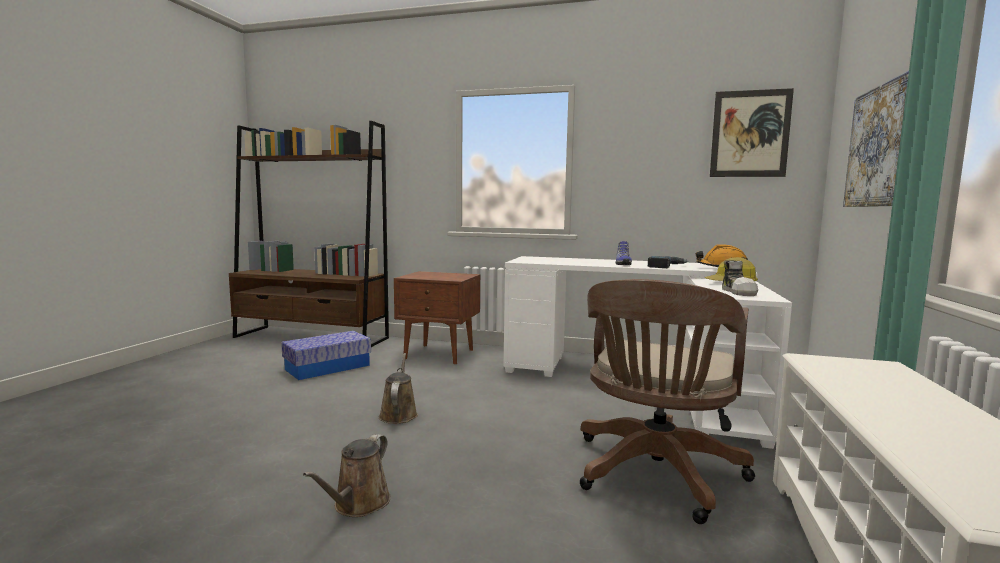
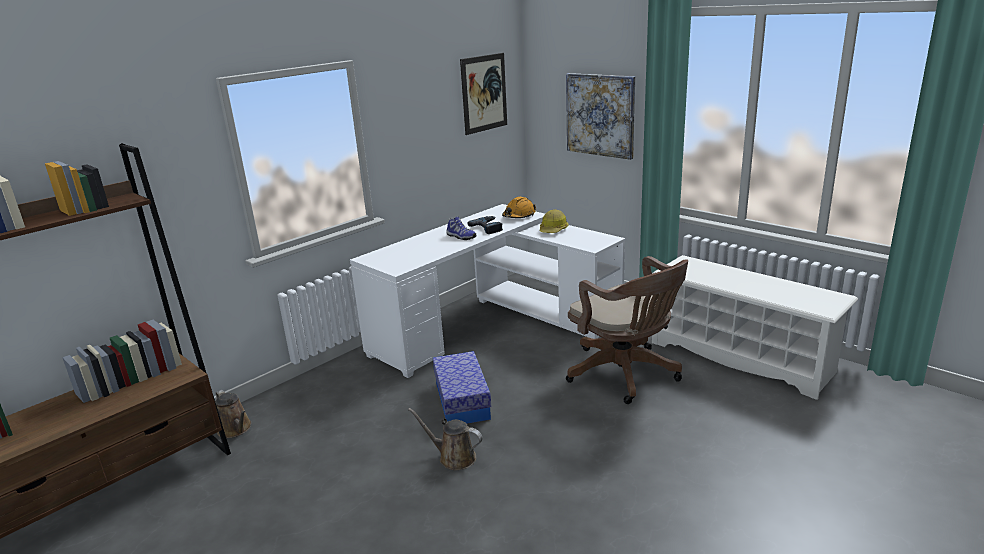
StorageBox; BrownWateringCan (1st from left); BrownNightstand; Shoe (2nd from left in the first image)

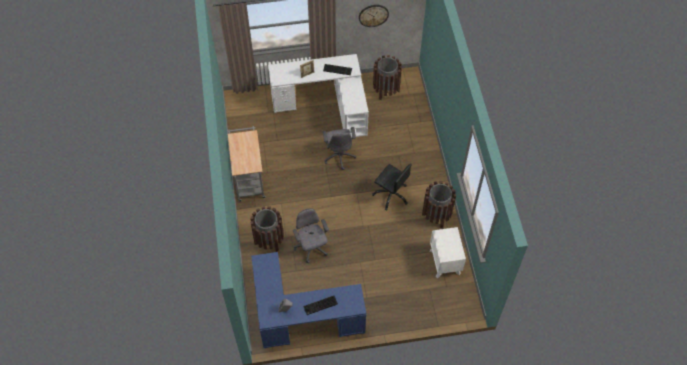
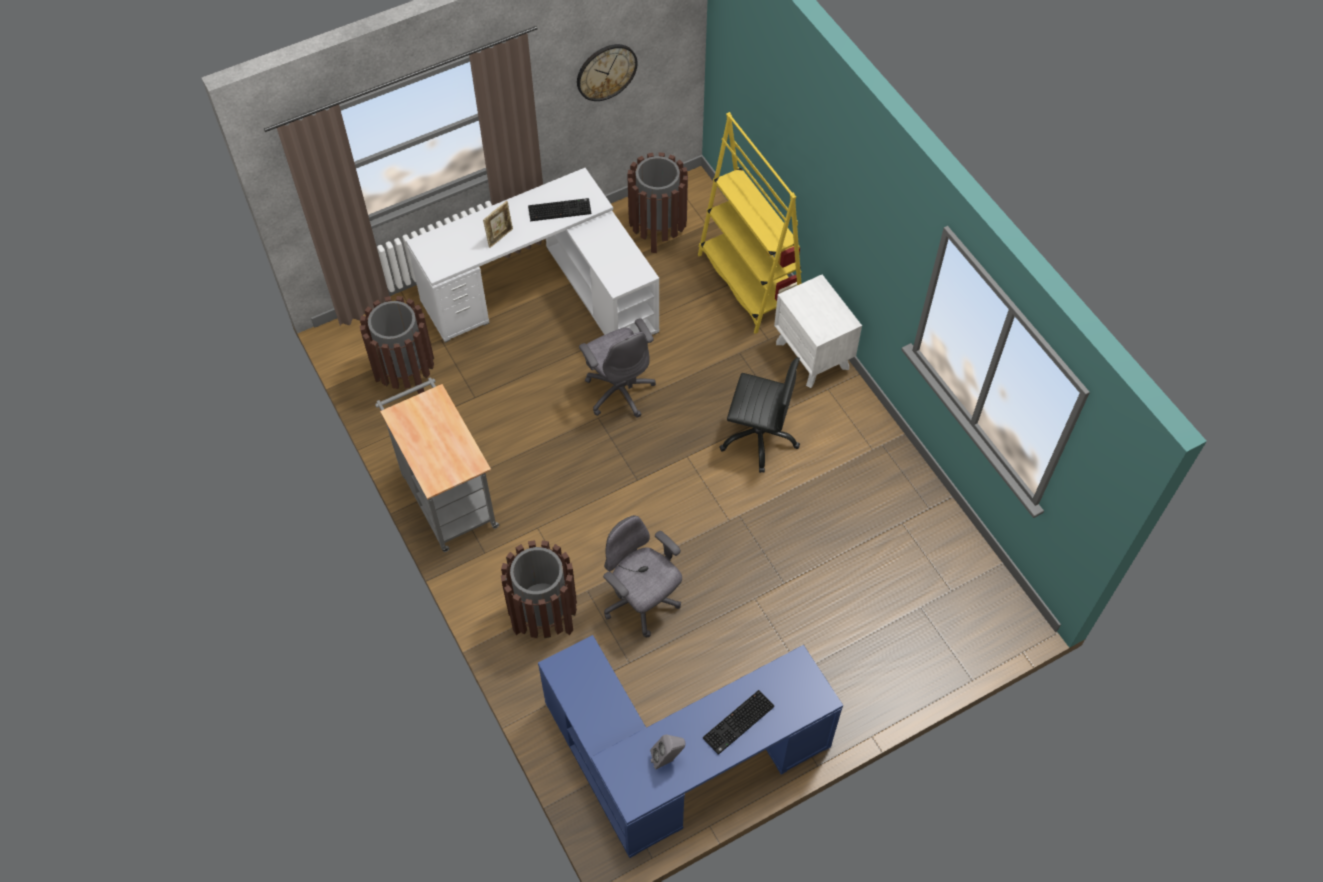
BrownTrashCan (1st from left); WhiteNightstand; YellowBookcase

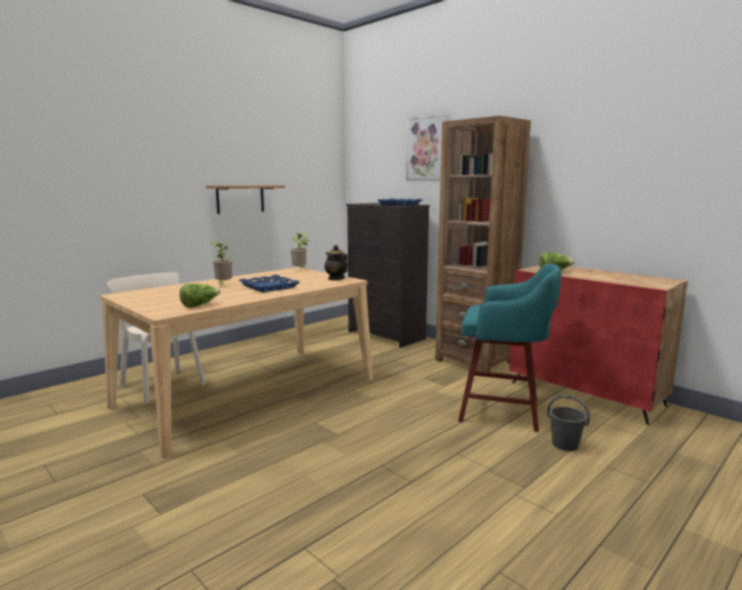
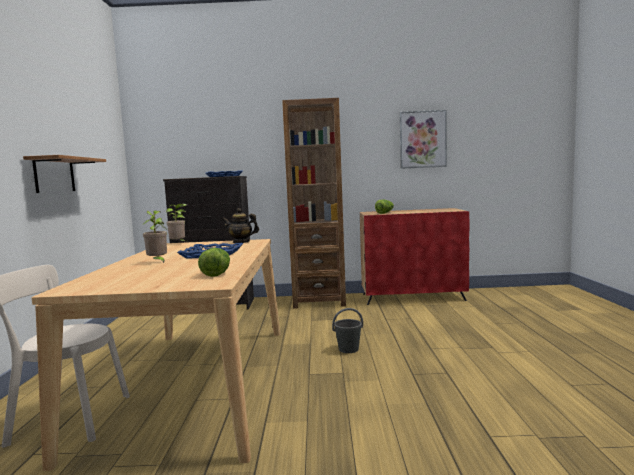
Picture; TurquoiseStool; GreyBucket

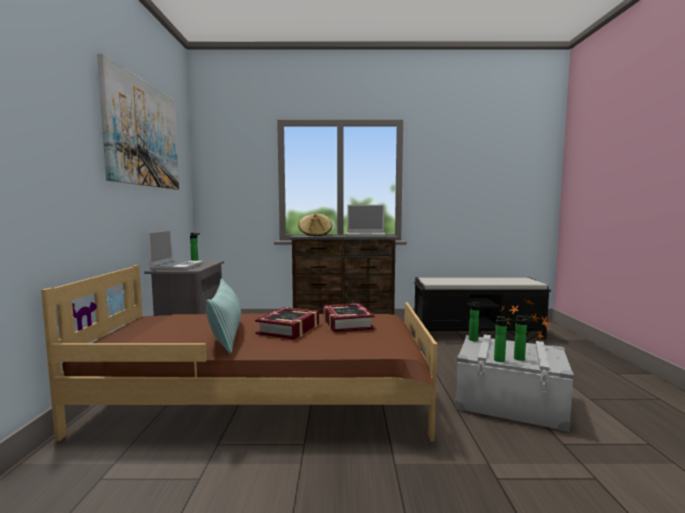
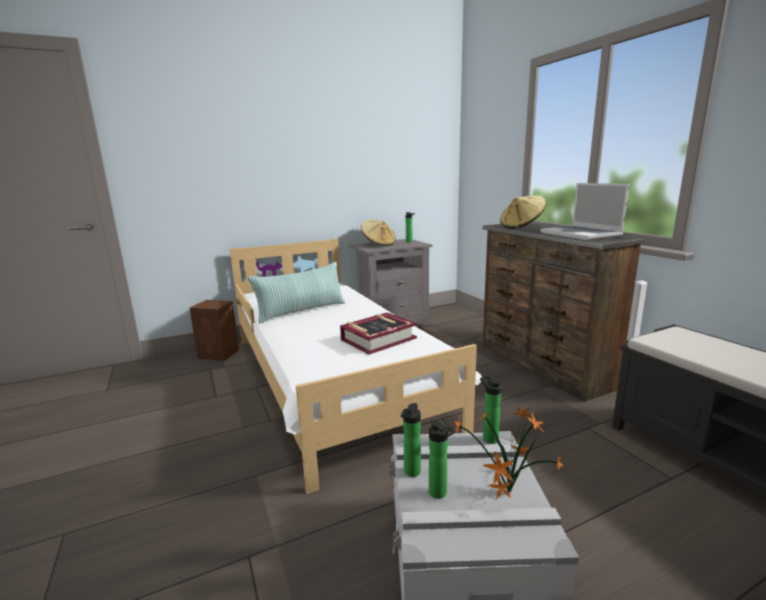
WhiteBed; Picture; BeigeHat (1st from left); Book (1st from left in the first image); BrownSpeaker

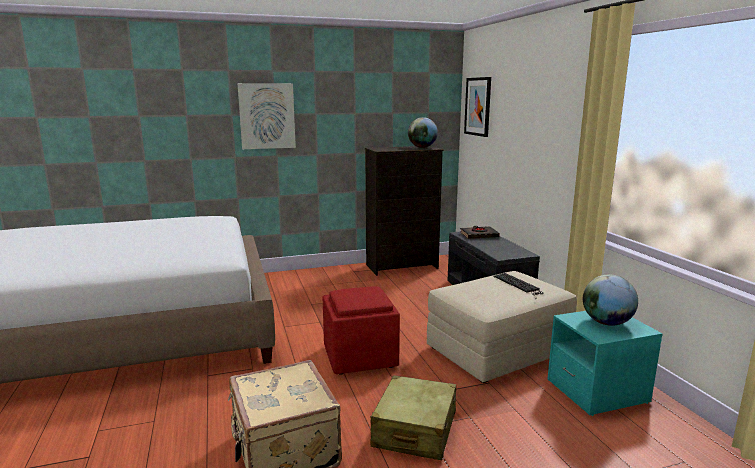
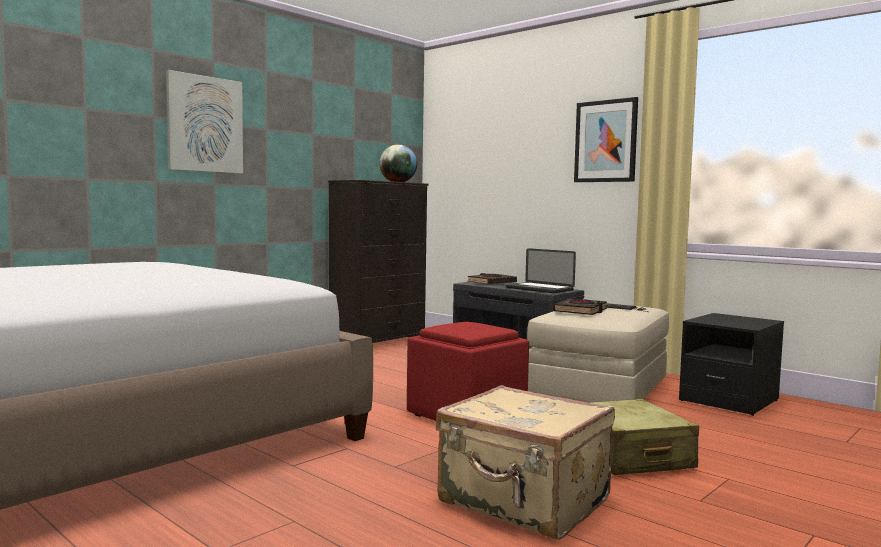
Picture (2nd from left); BlackNightstand; Globe (2nd from left in the first image); Laptop; BlackBook (2nd from left)

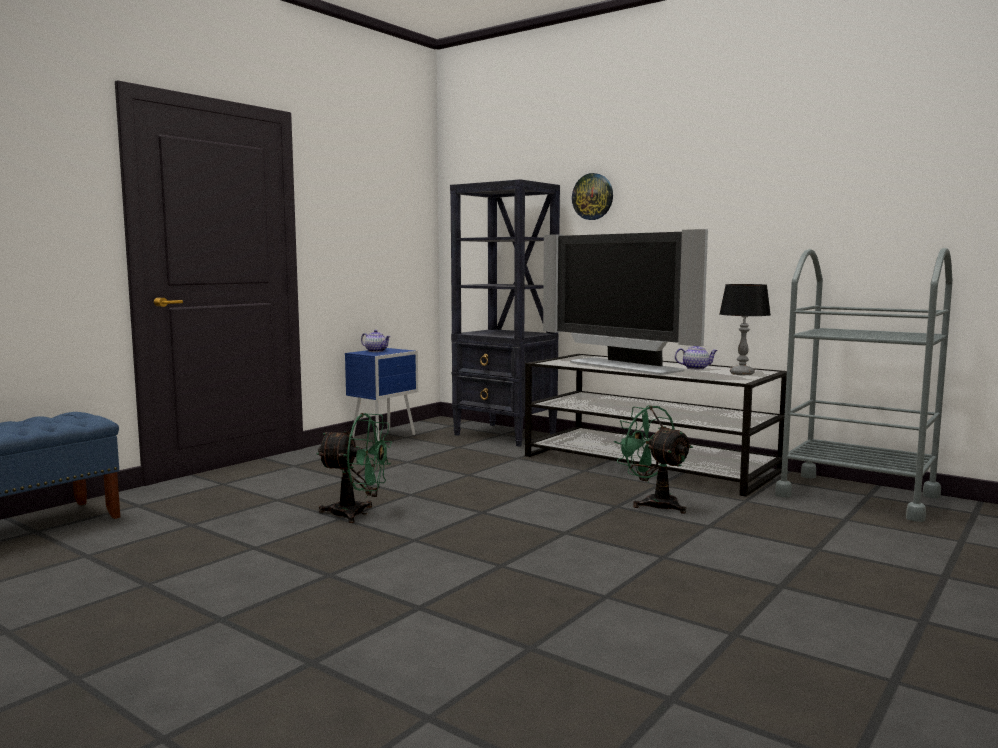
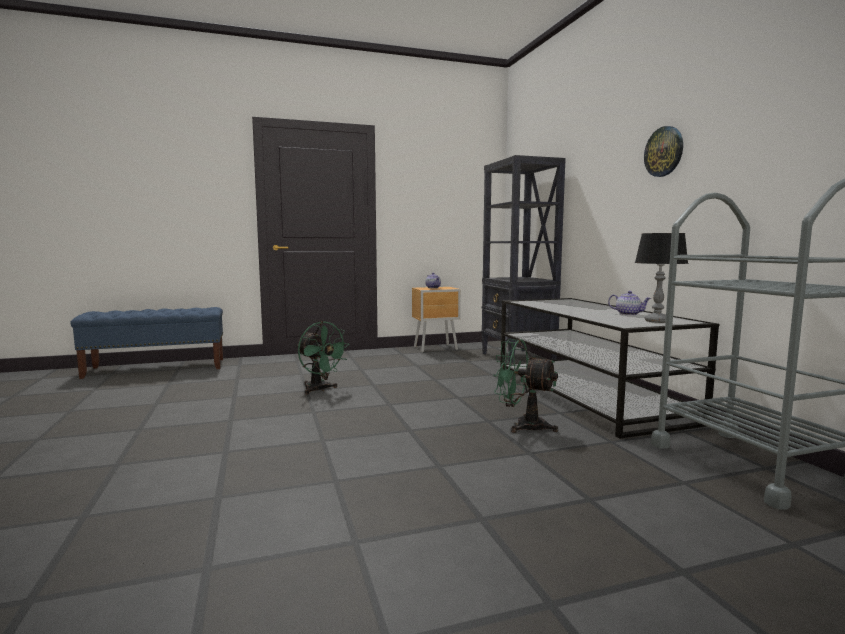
BrownNightstand; Television; WallClock; GreenFan (2nd from left)

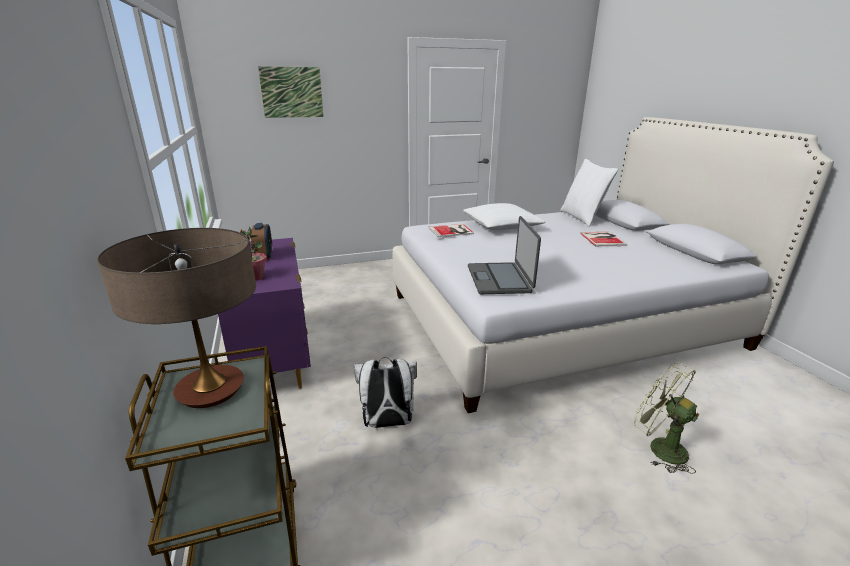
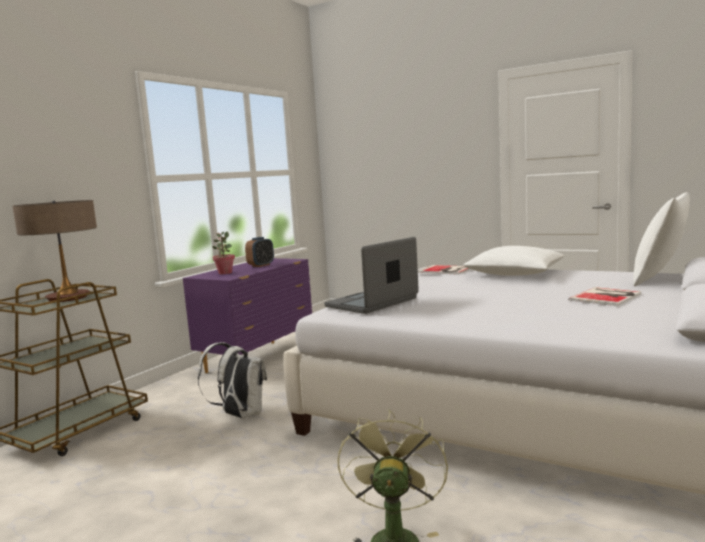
Picture

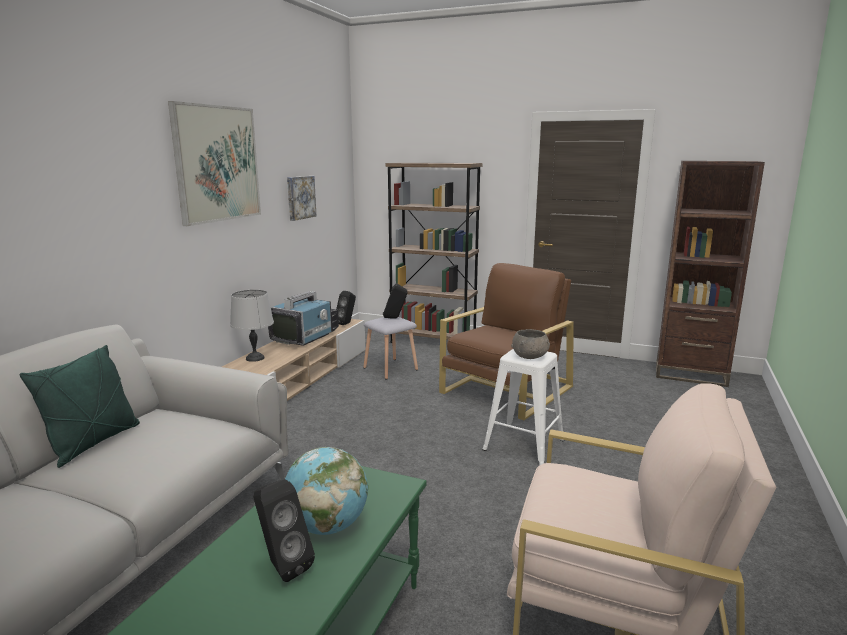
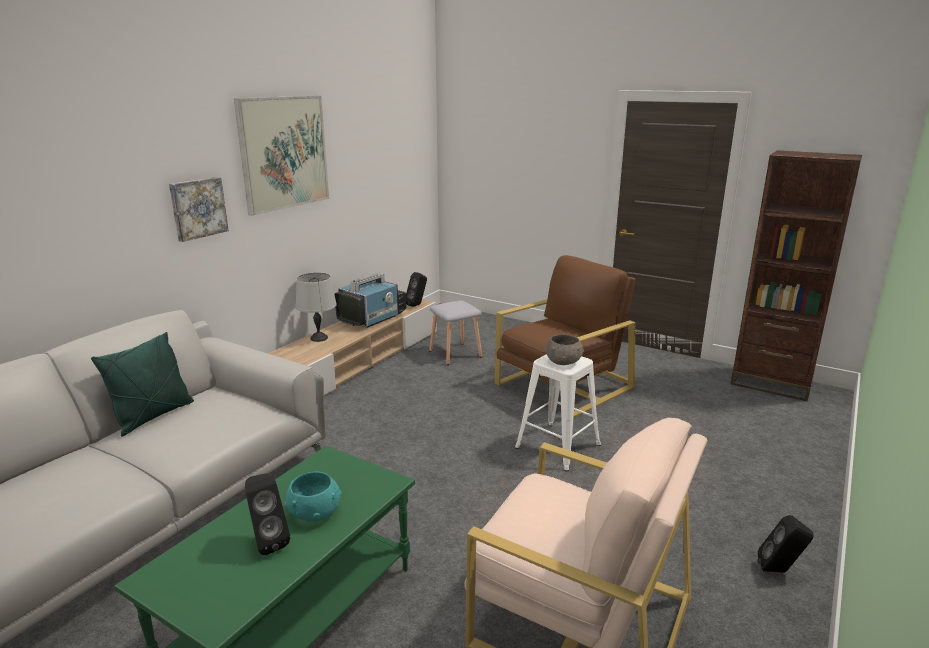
TurquoiseBowl; Picture (1st from left); BlackSpeaker (3rd from left); BrownBookcase (1st from left in the first image)

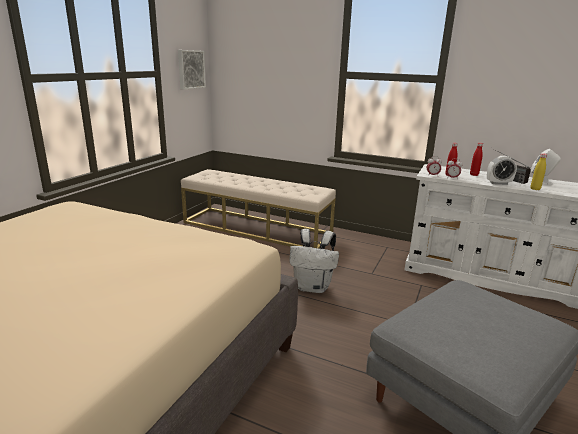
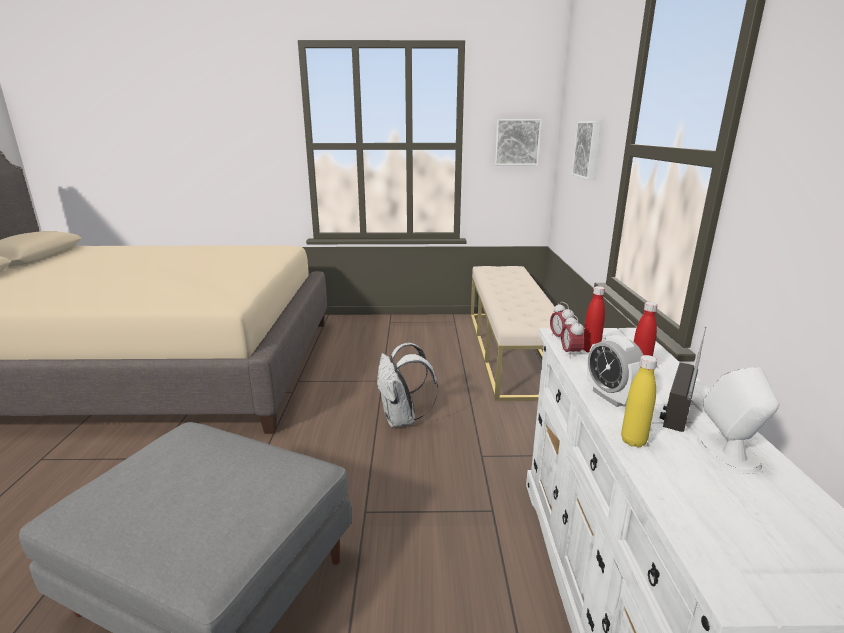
Picture (2nd from left)

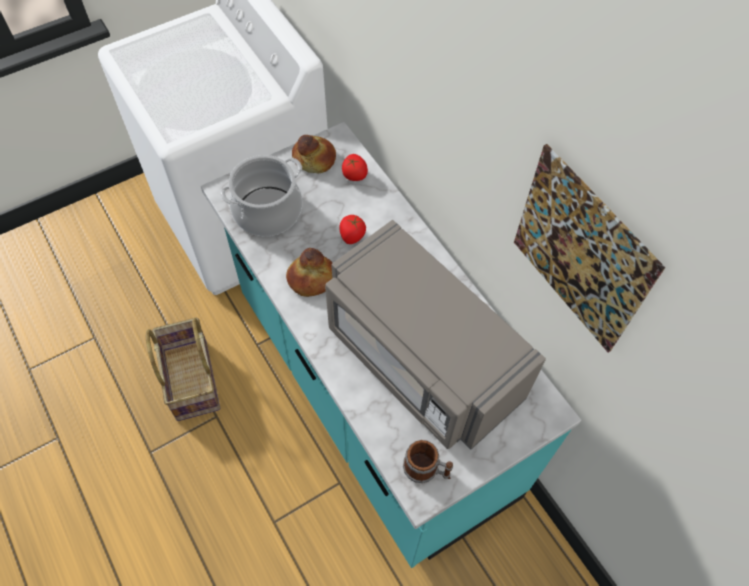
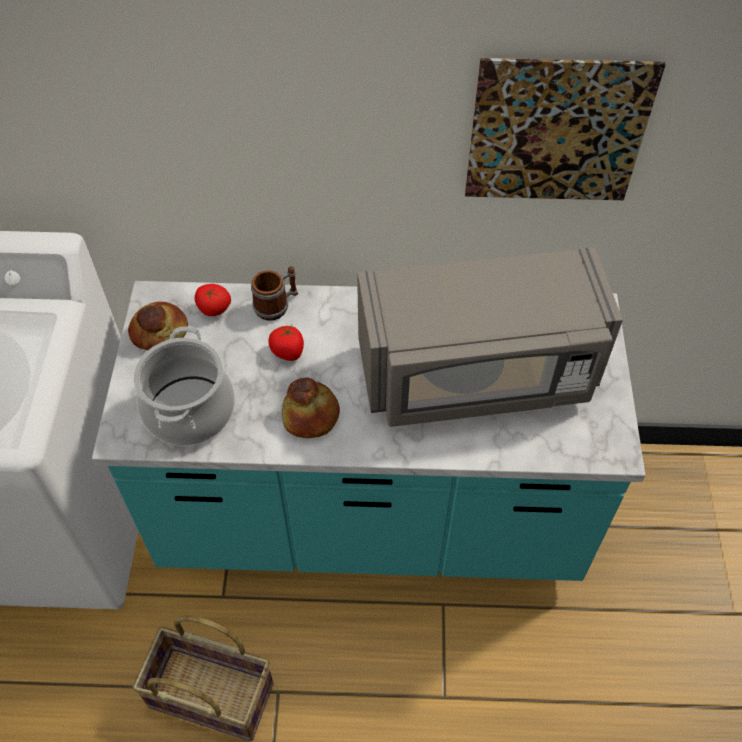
Mug

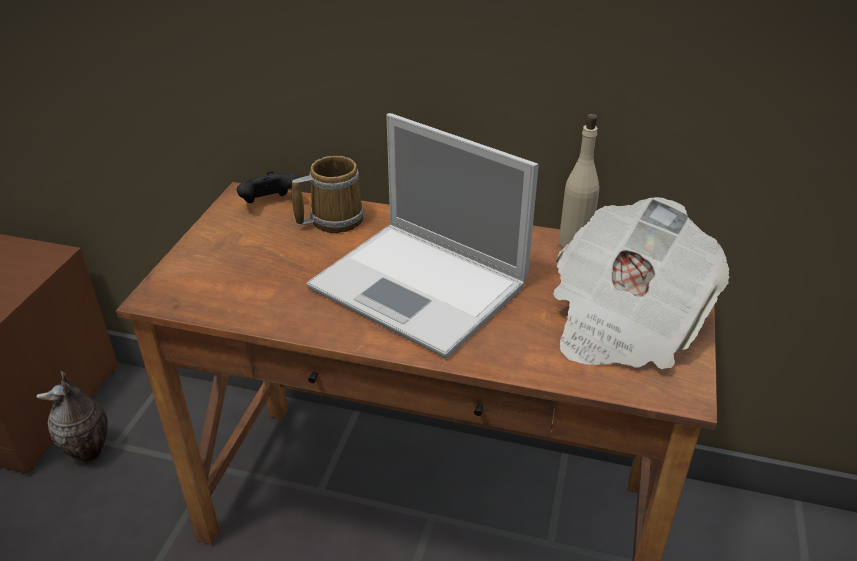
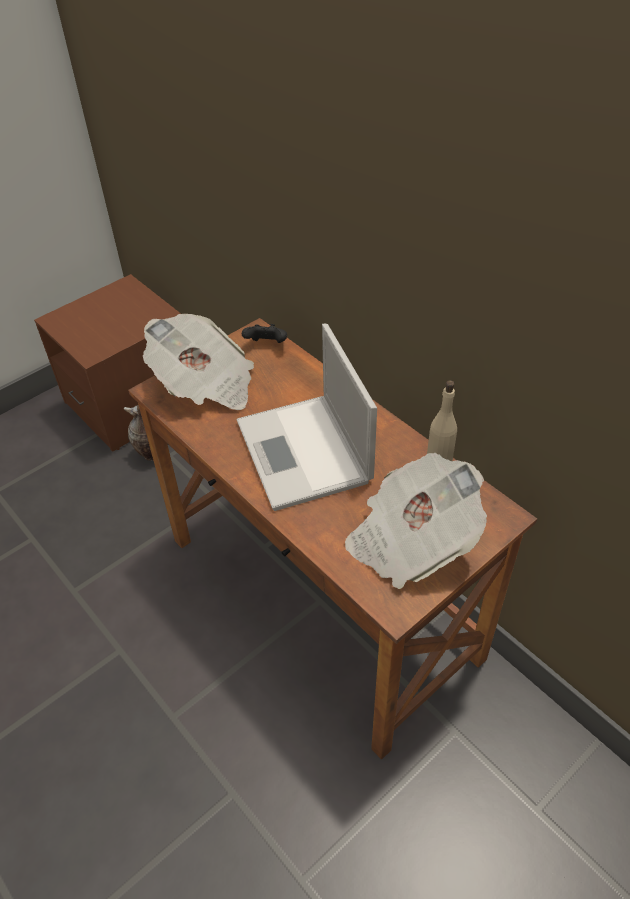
Mug; Newspaper (1st from left)

